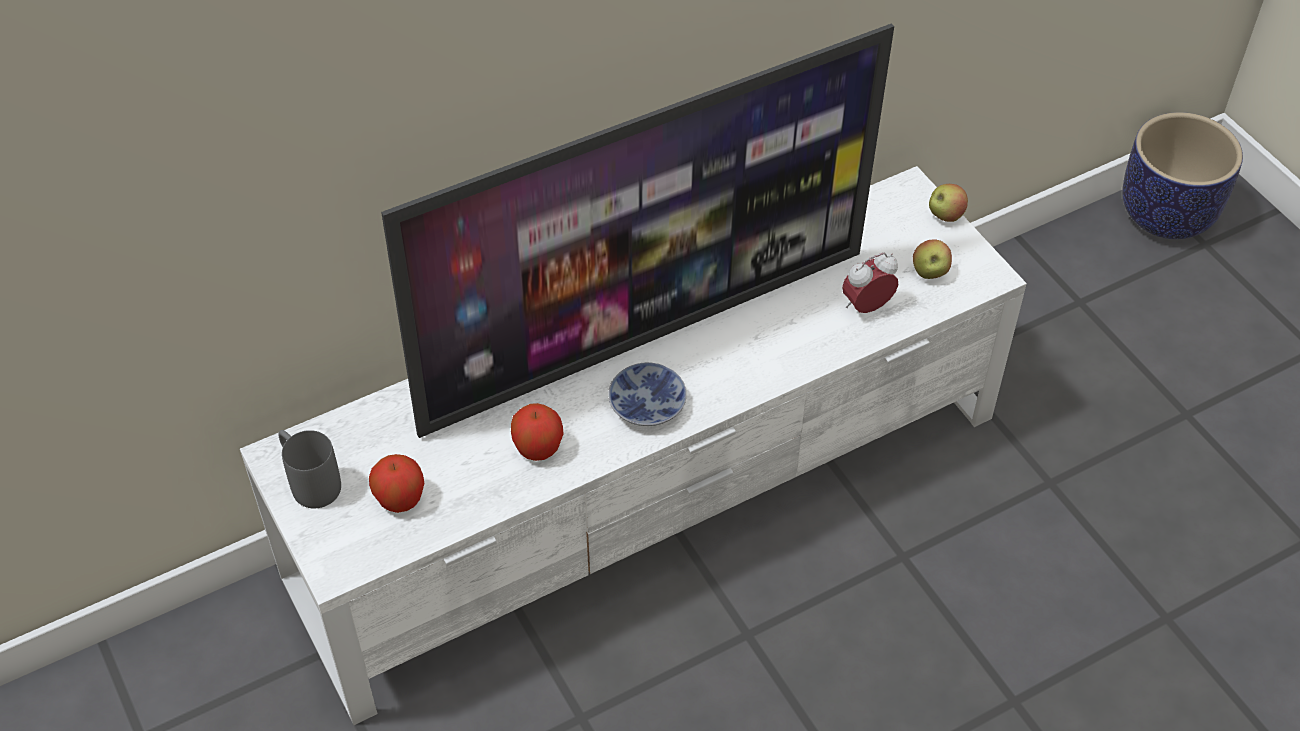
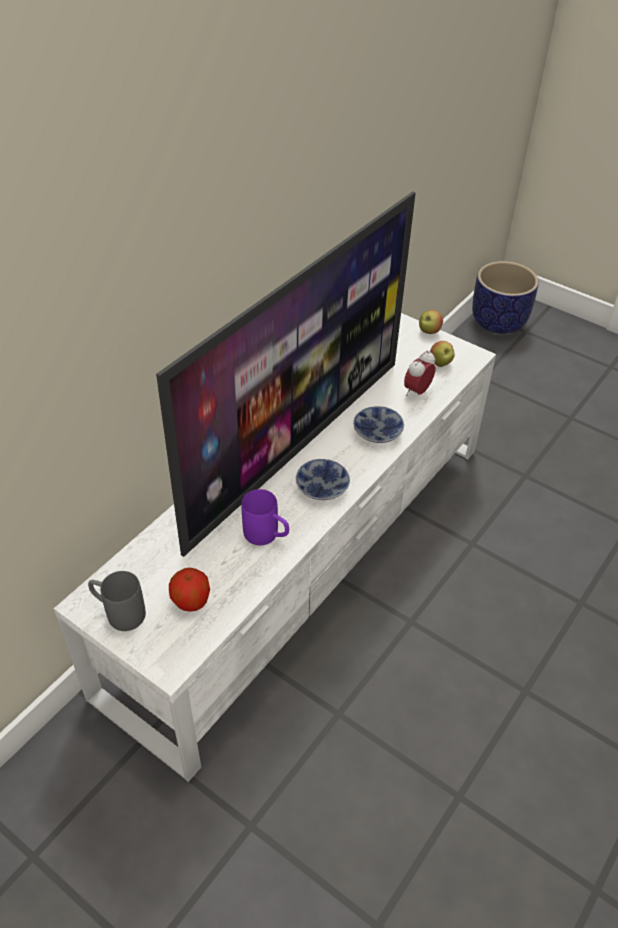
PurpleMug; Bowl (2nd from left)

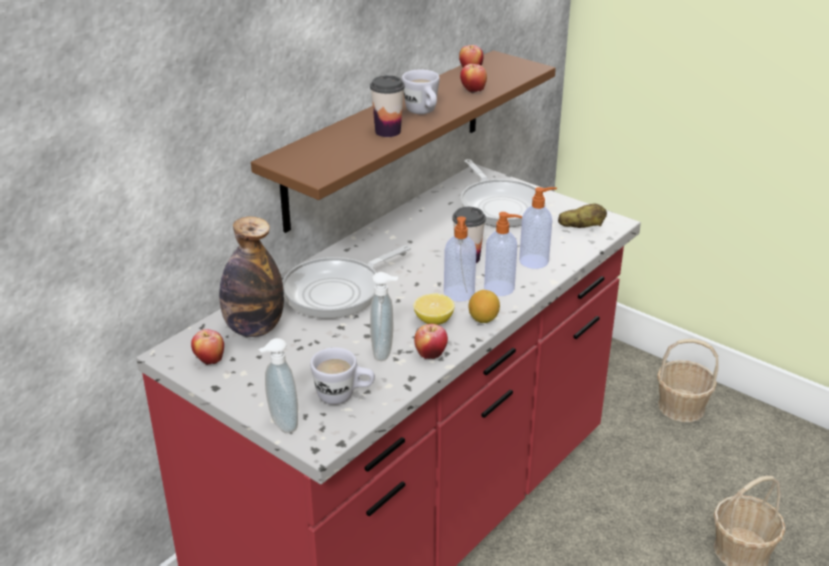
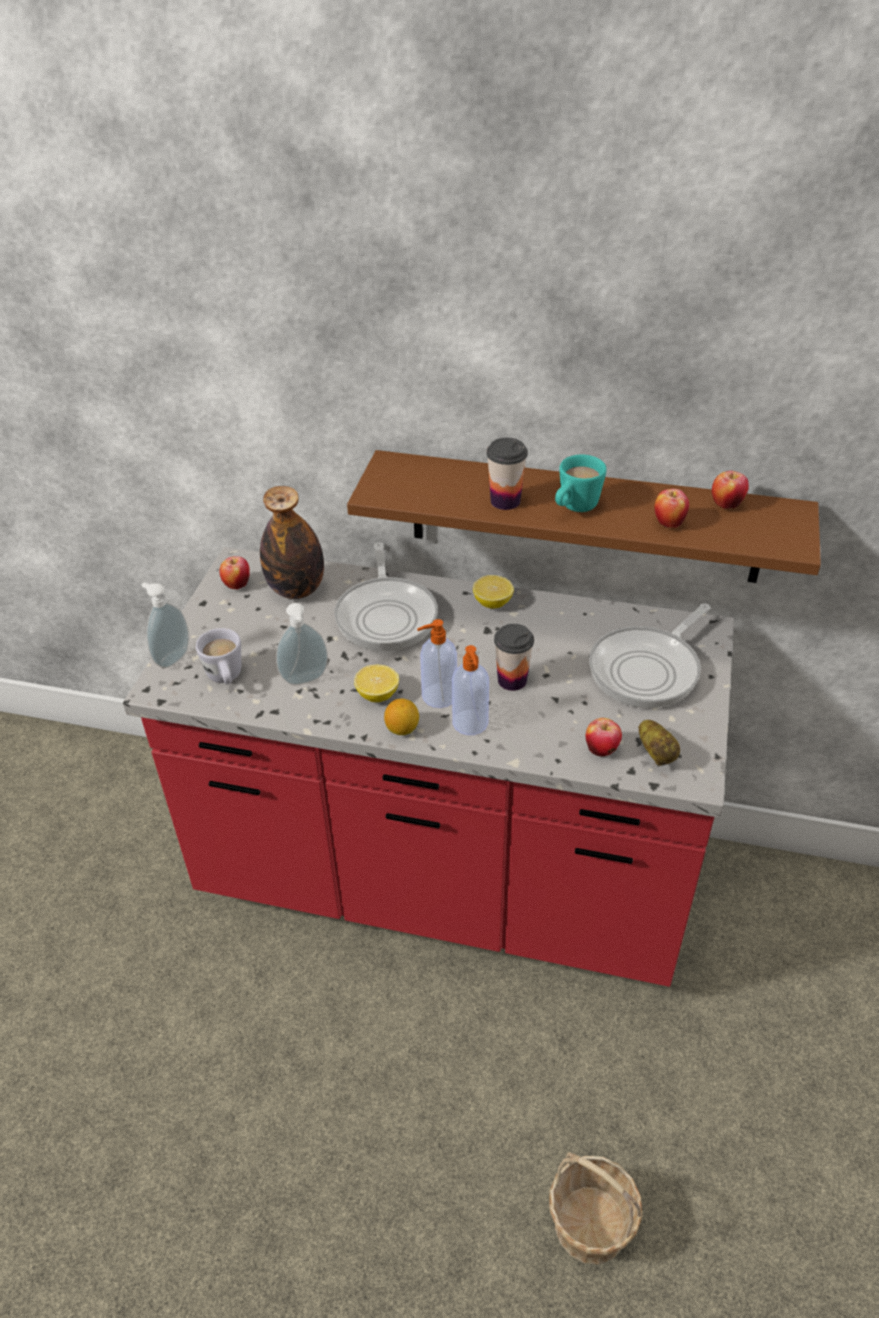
FryingPan (1st from left); TurquoiseMug; Apple (2nd from left); SoapDispenser (5th from left in the first image); Basket (1st from left in the first image); Lemon (3rd from left)

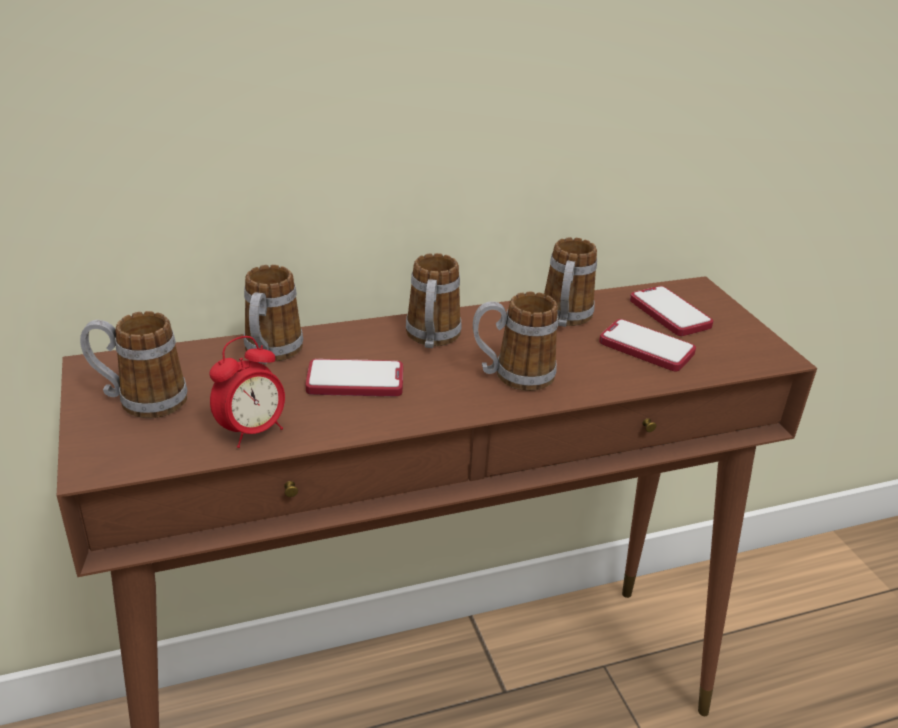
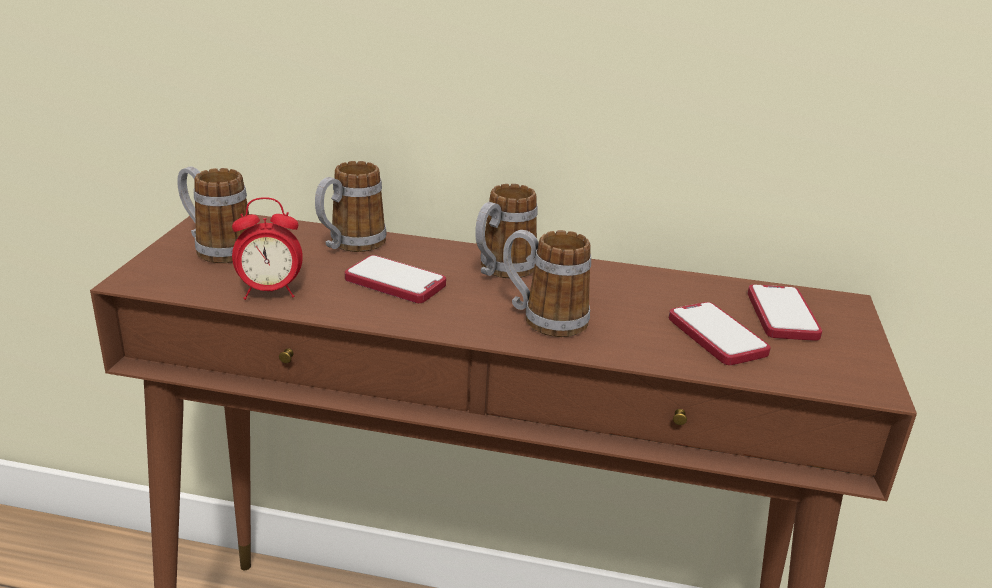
Mug (5th from left in the first image)

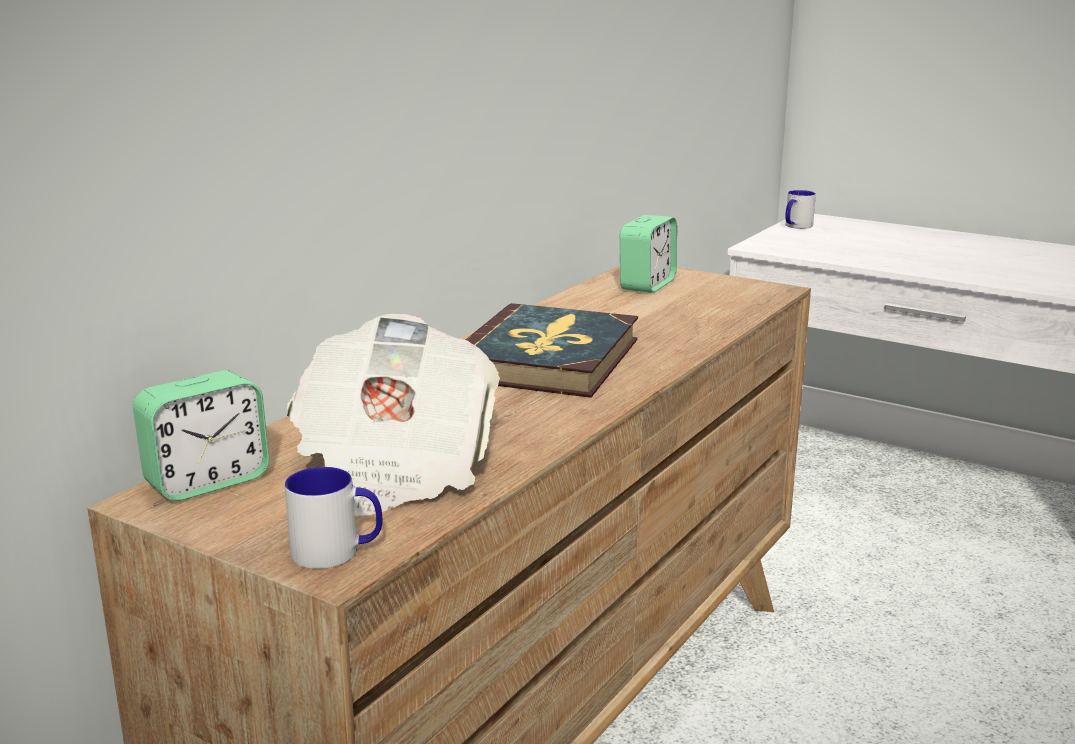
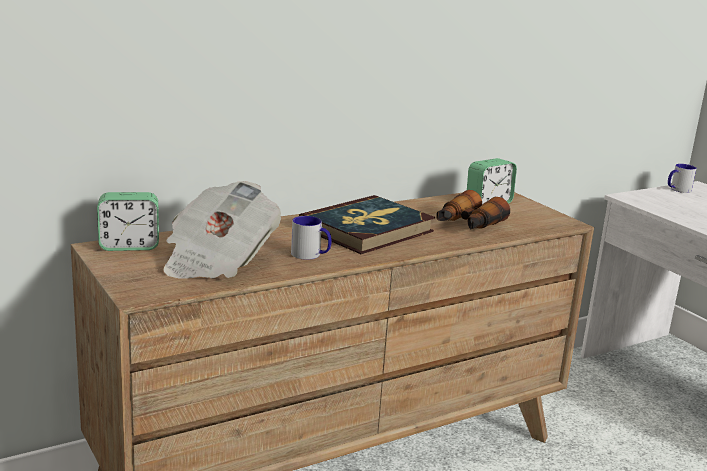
Mug (1st from left); Binoculars

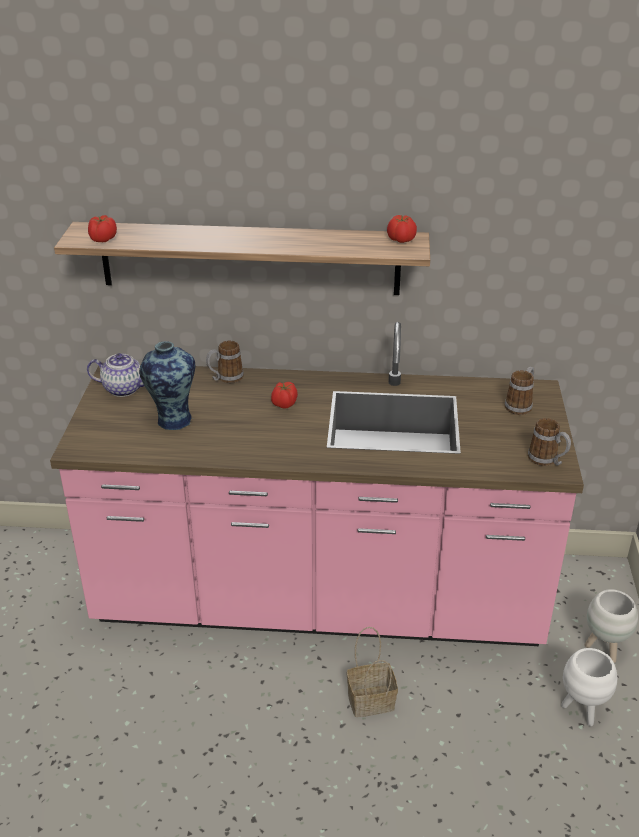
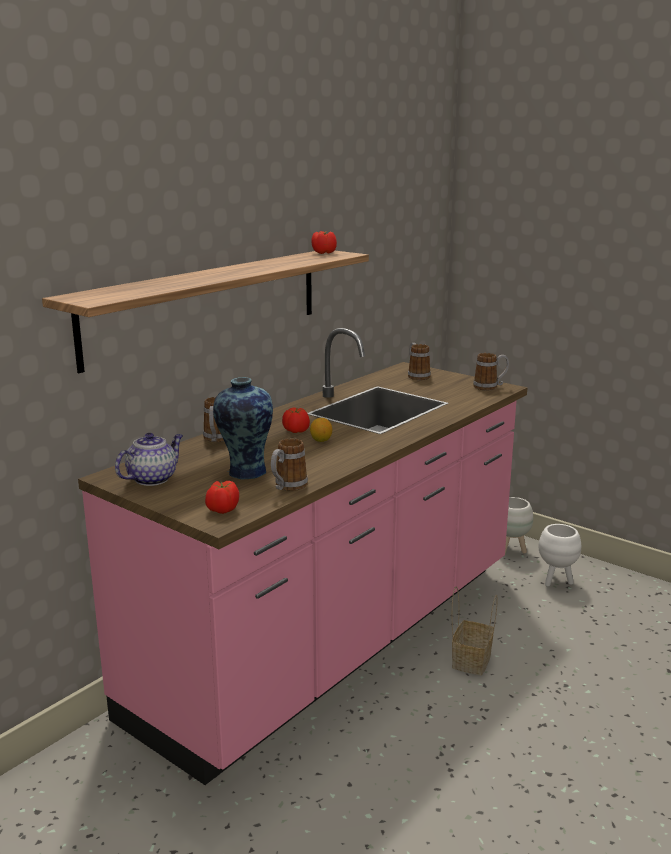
Tomato (1st from left); Mug (2nd from left); Lemon

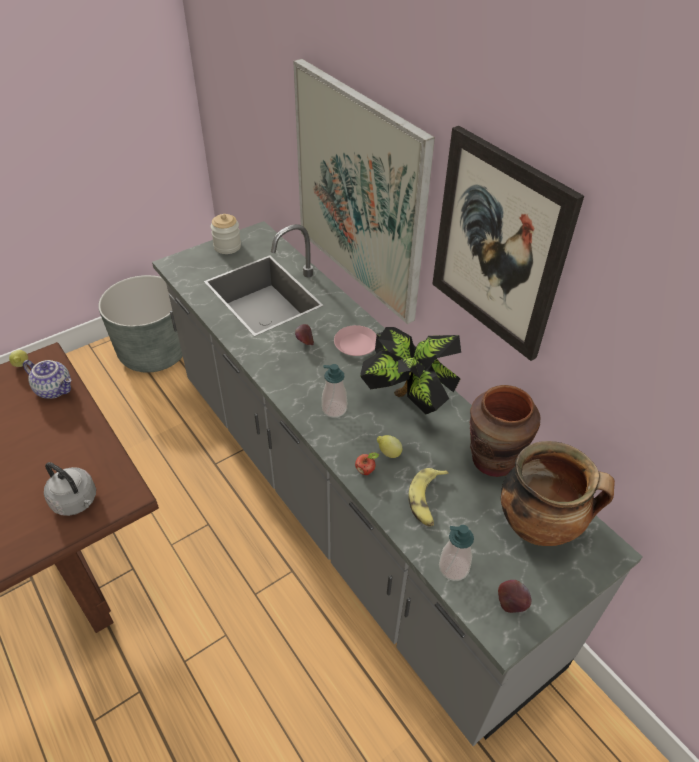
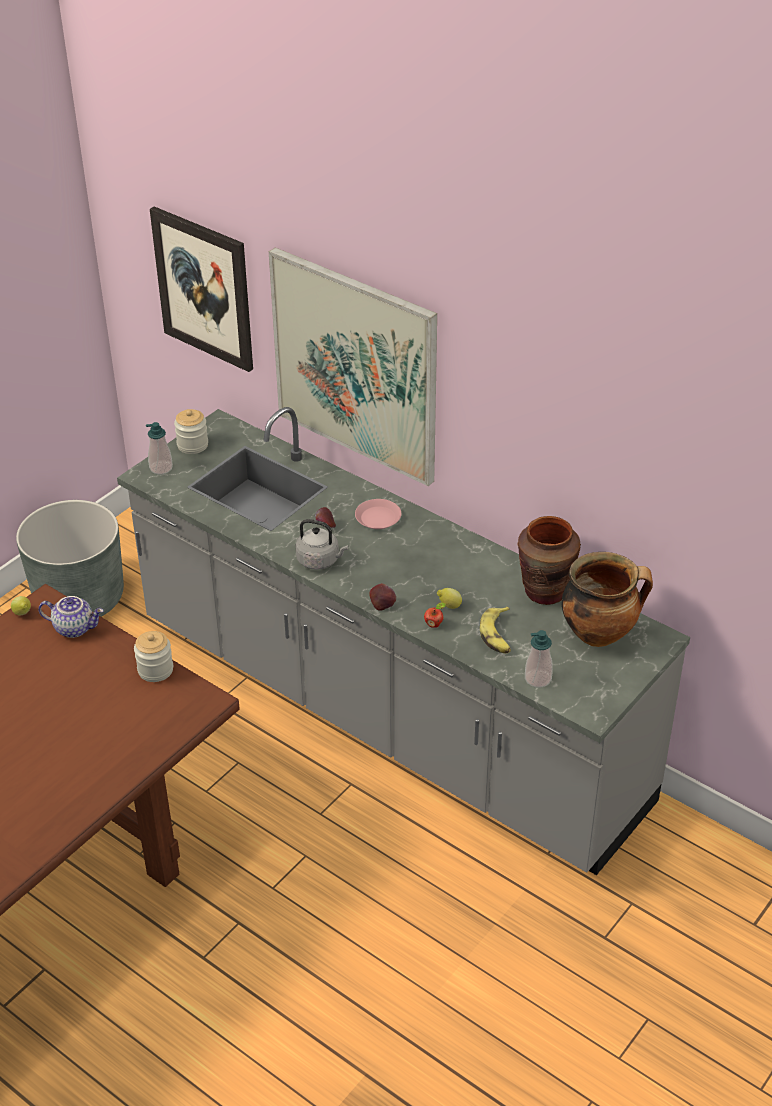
GreyKettle; SoapDispenser (1st from left); PottedPlant; Picture (1st from left); Apple (2nd from left); Jar (1st from left)

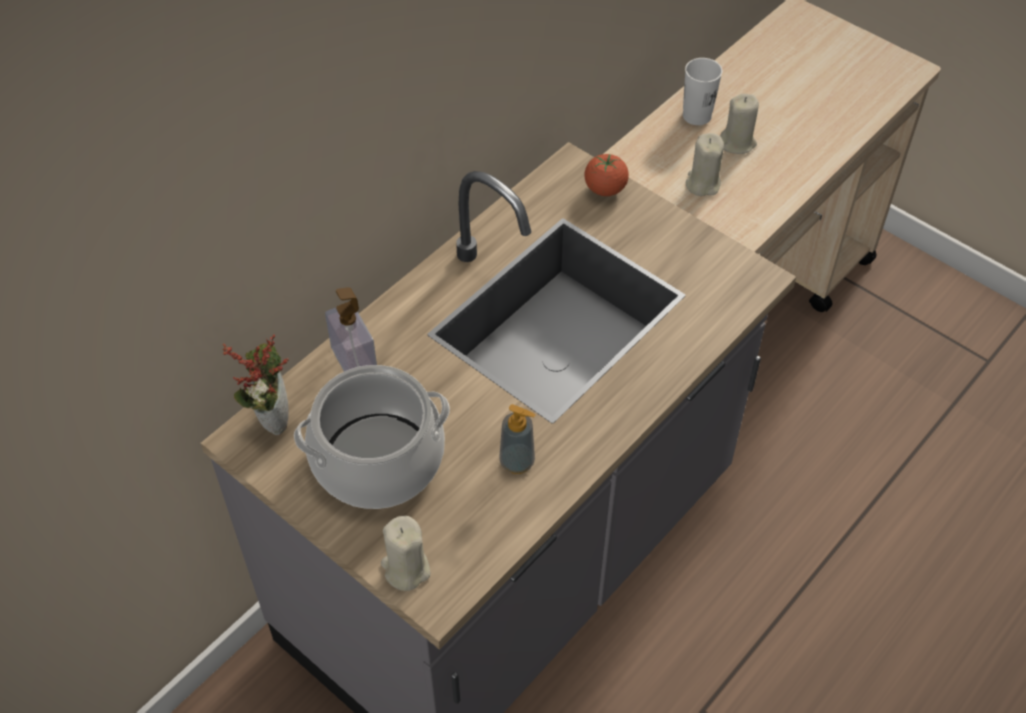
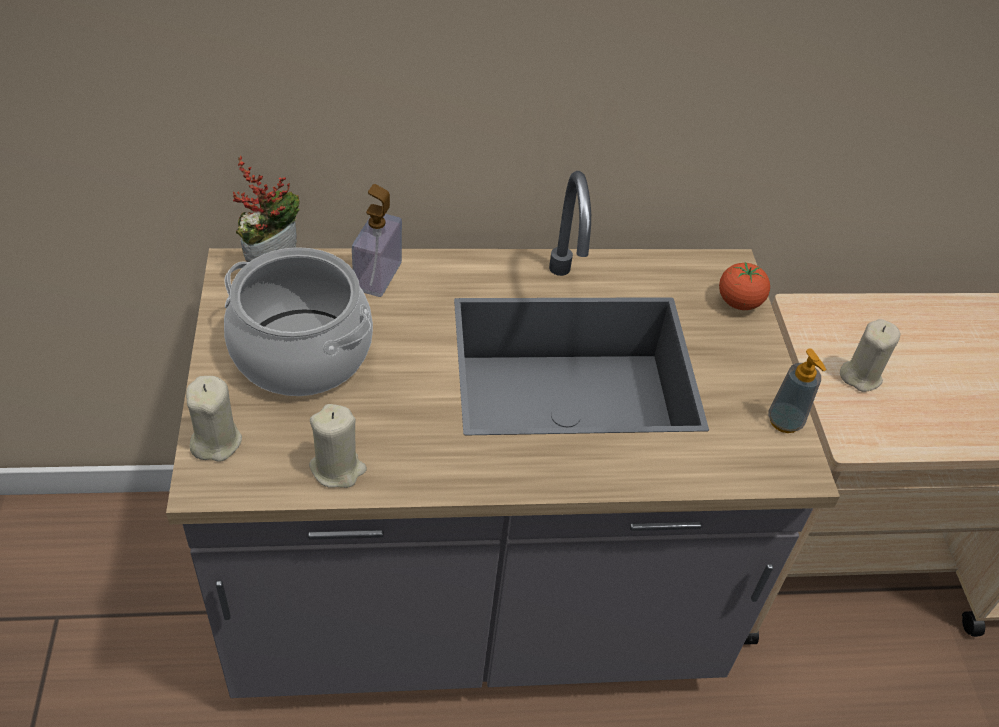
SoapDispenser (2nd from left); WhiteCup; BeigeCandle (2nd from left)

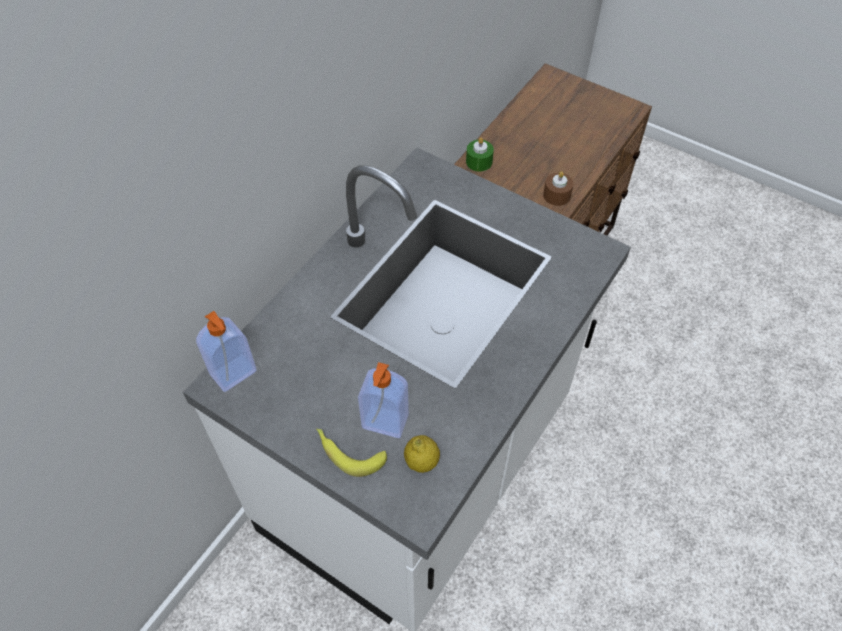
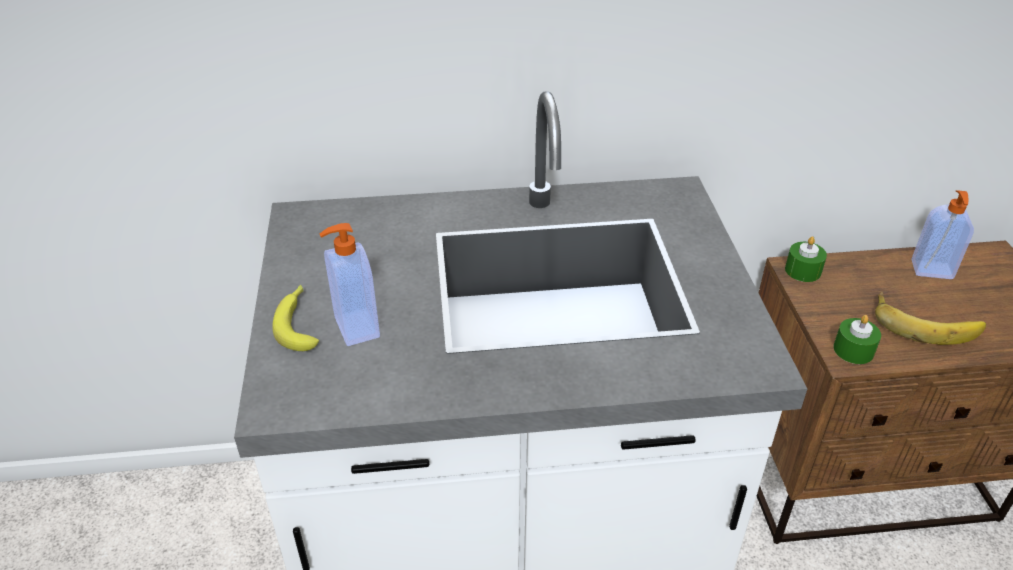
SoapDispenser (2nd from left); Lemon; GreenCandle (2nd from left); Banana (2nd from left)

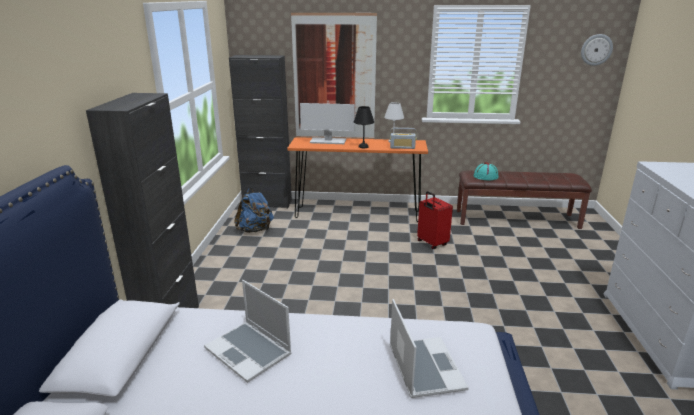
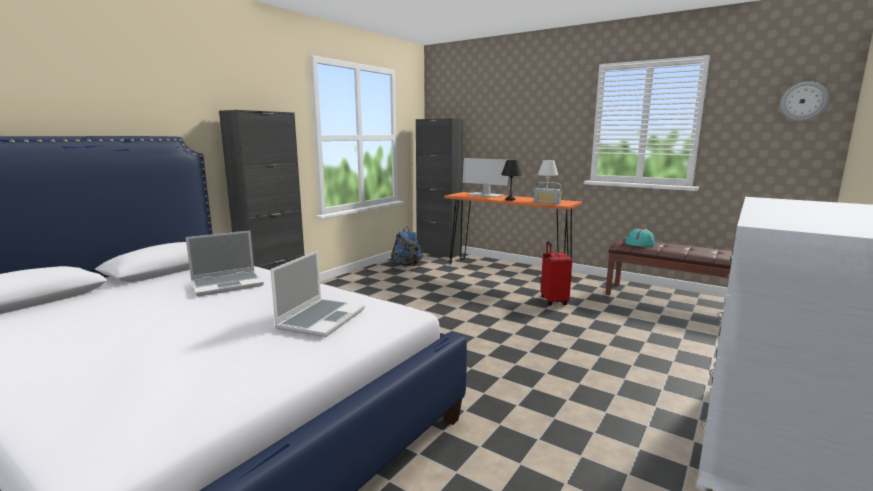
Laptop (1st from left); Picture

